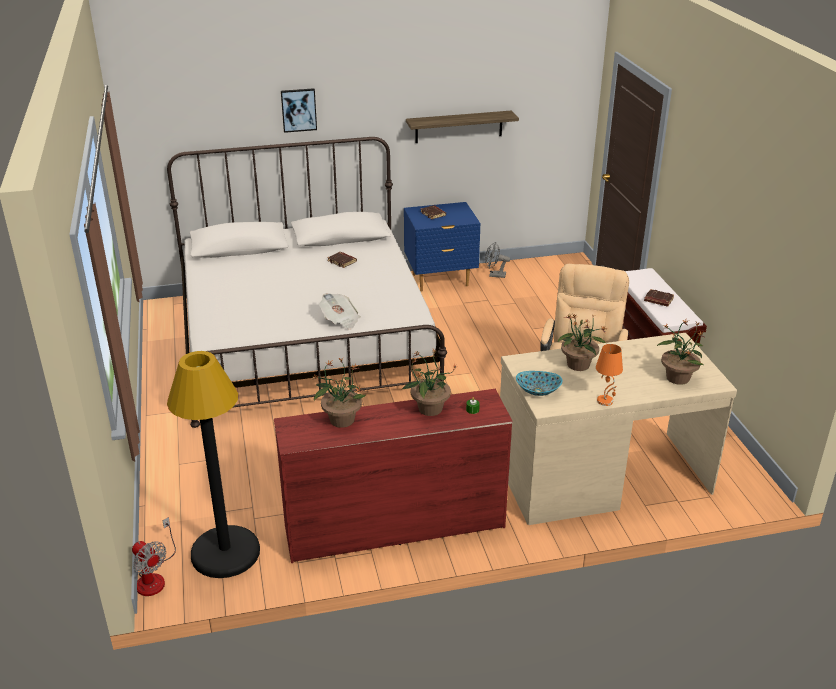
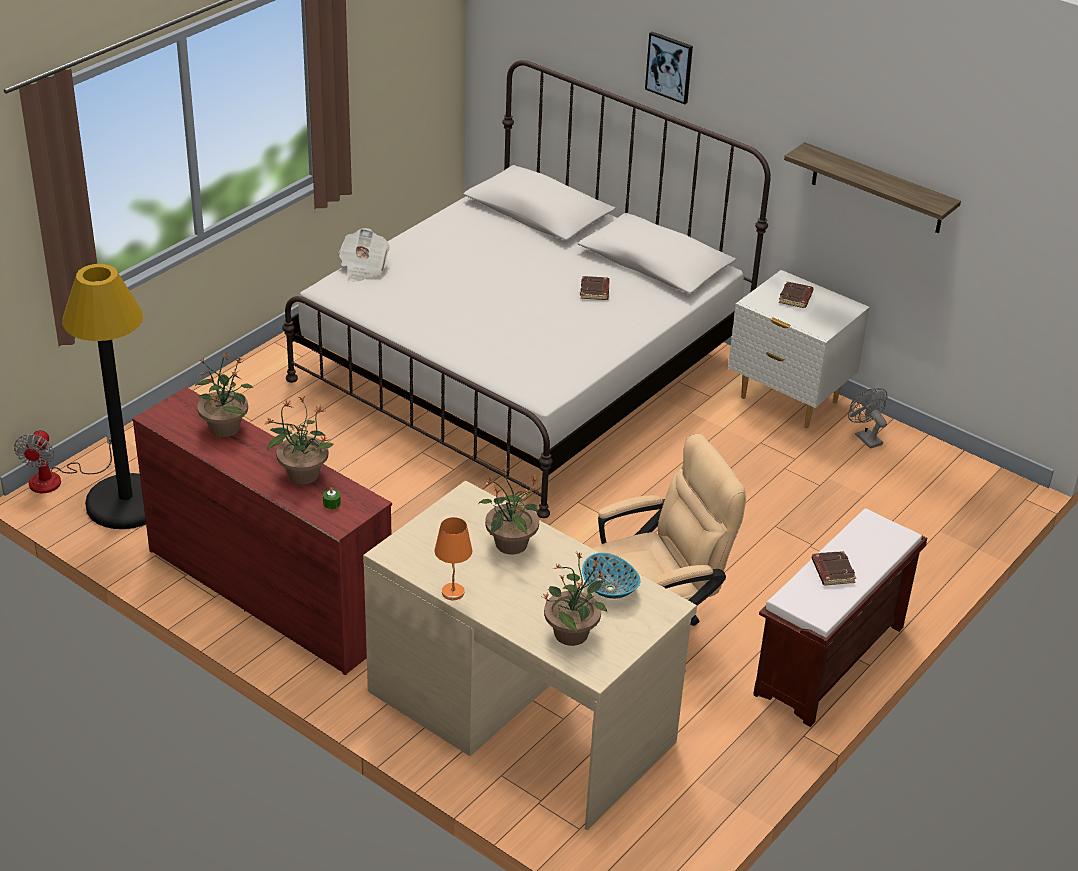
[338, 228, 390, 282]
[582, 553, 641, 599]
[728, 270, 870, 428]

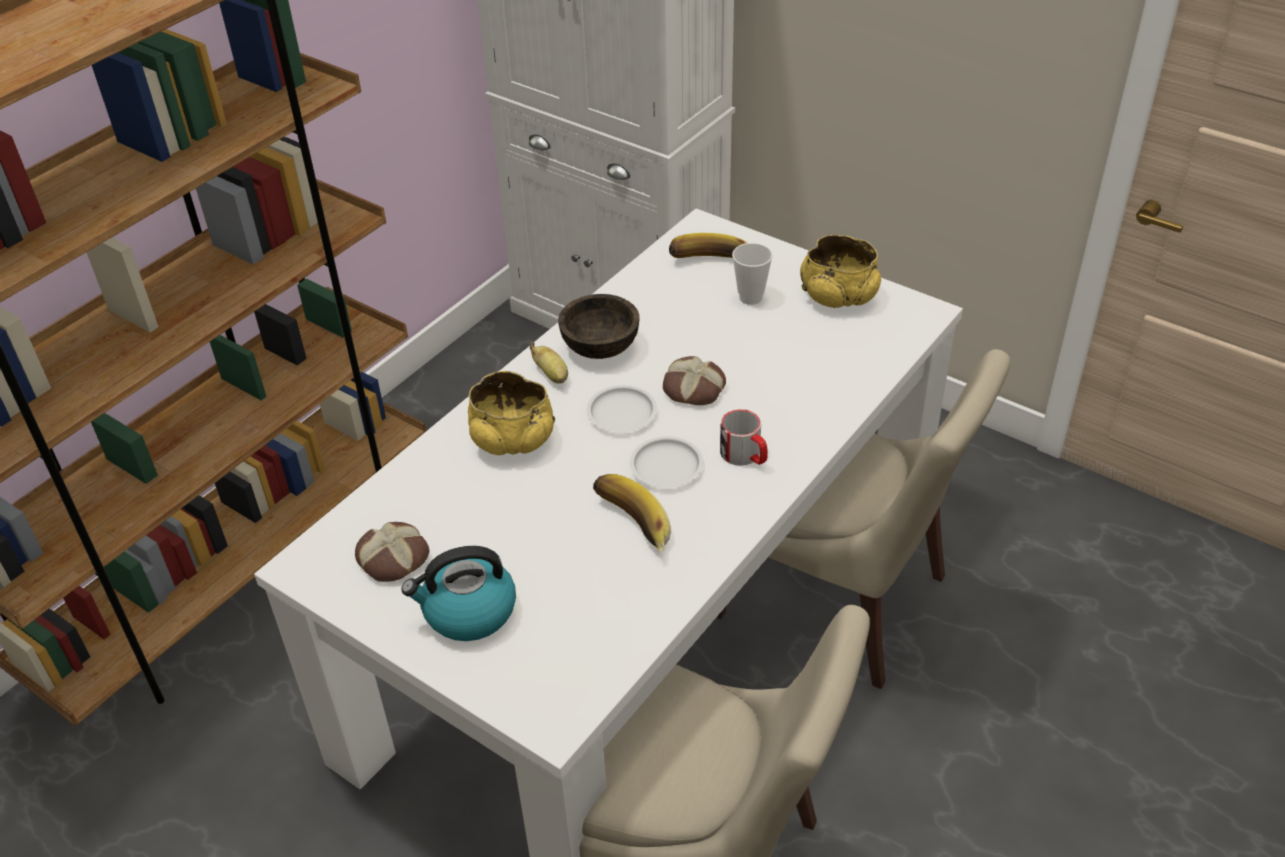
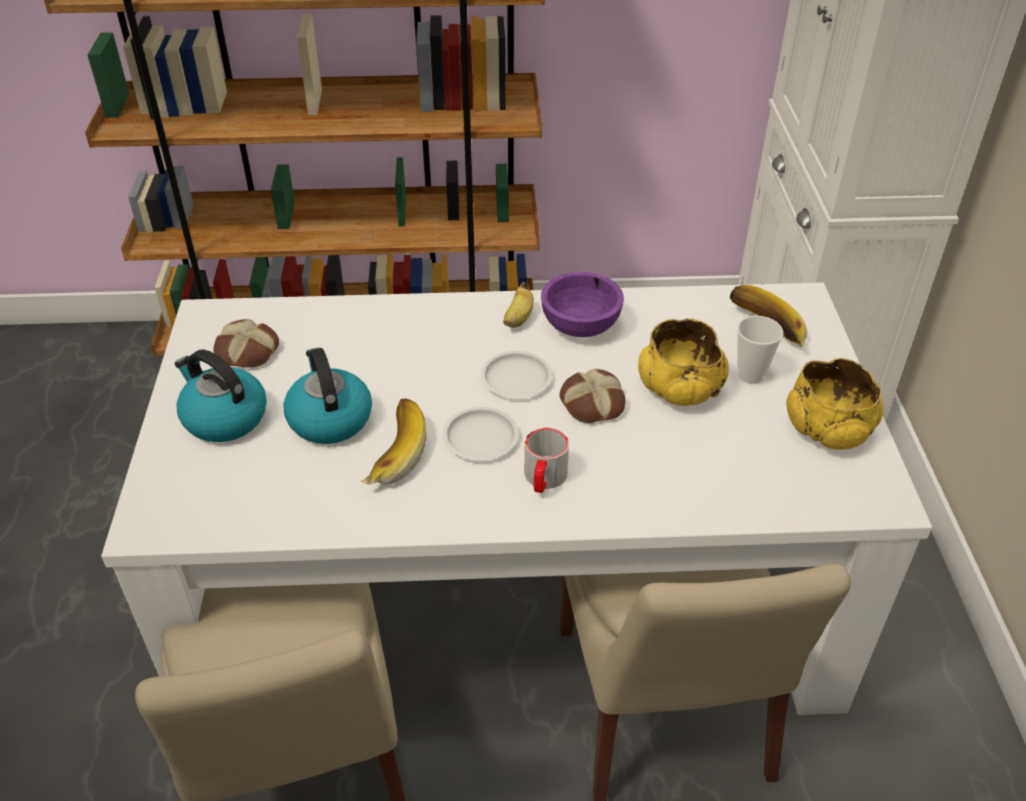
[283, 348, 372, 444]
[541, 272, 624, 337]
[638, 318, 729, 406]

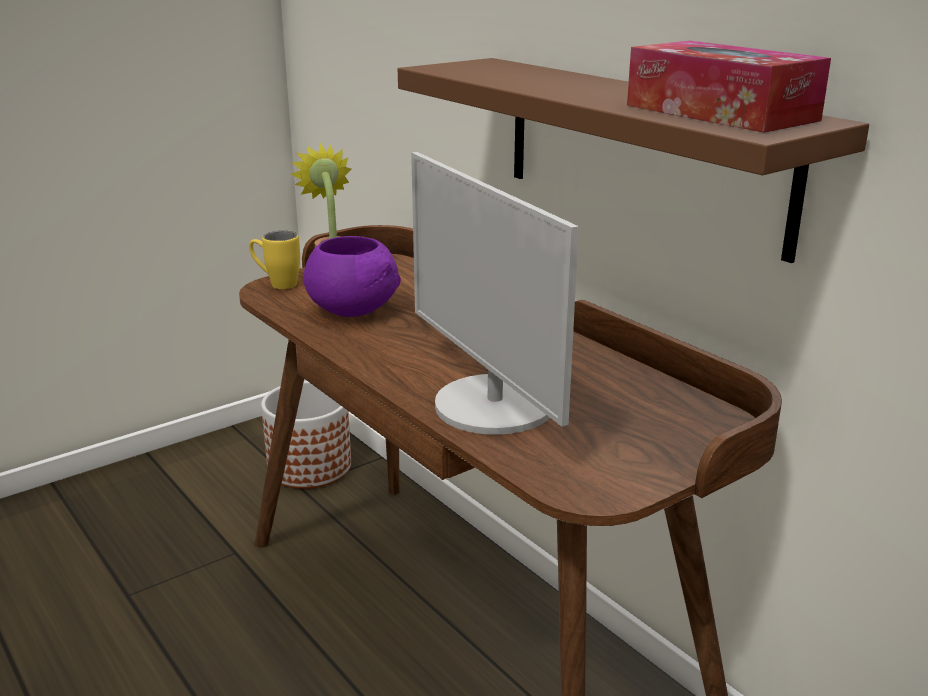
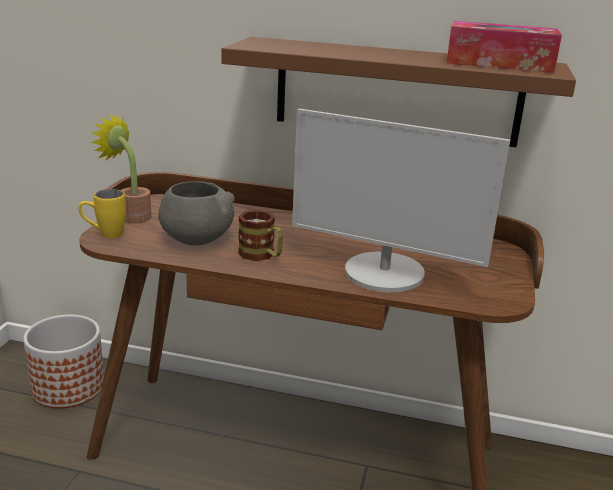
[158, 181, 234, 245]
[238, 210, 283, 261]

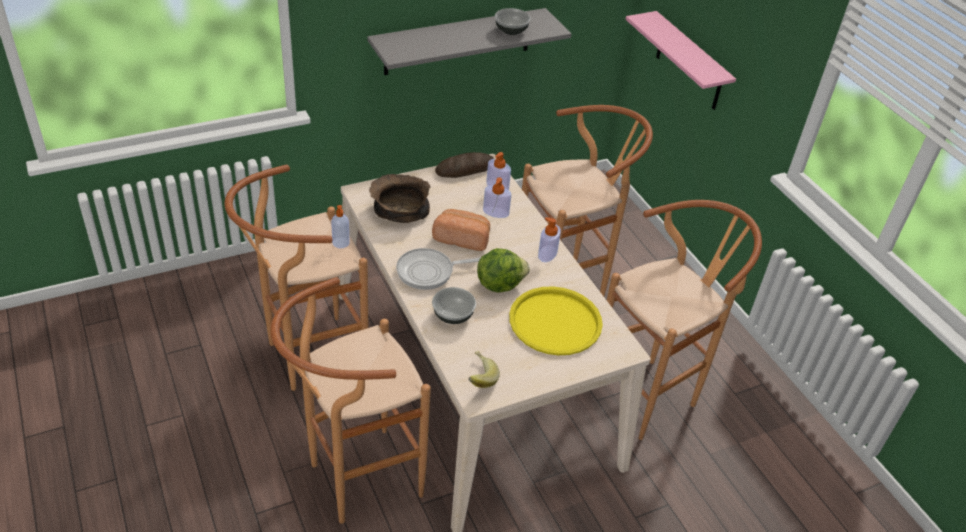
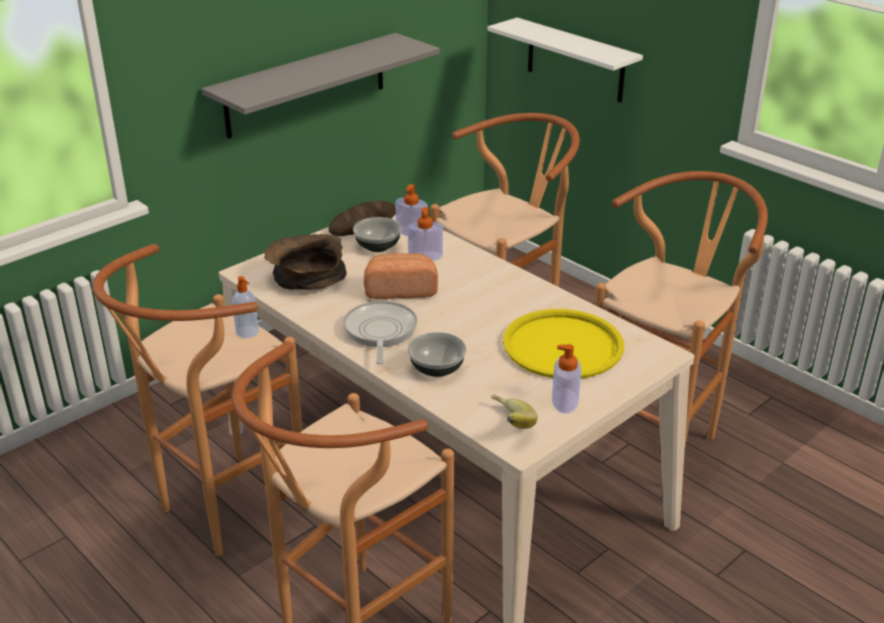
[343, 301, 417, 364]
[353, 217, 402, 252]
[488, 17, 643, 103]
[552, 344, 582, 414]
[477, 248, 530, 293] (first image)

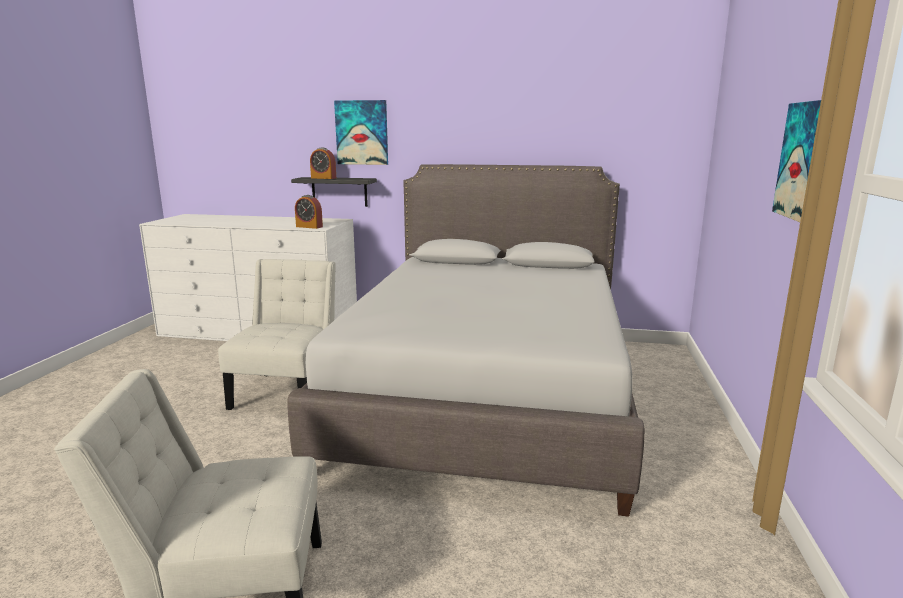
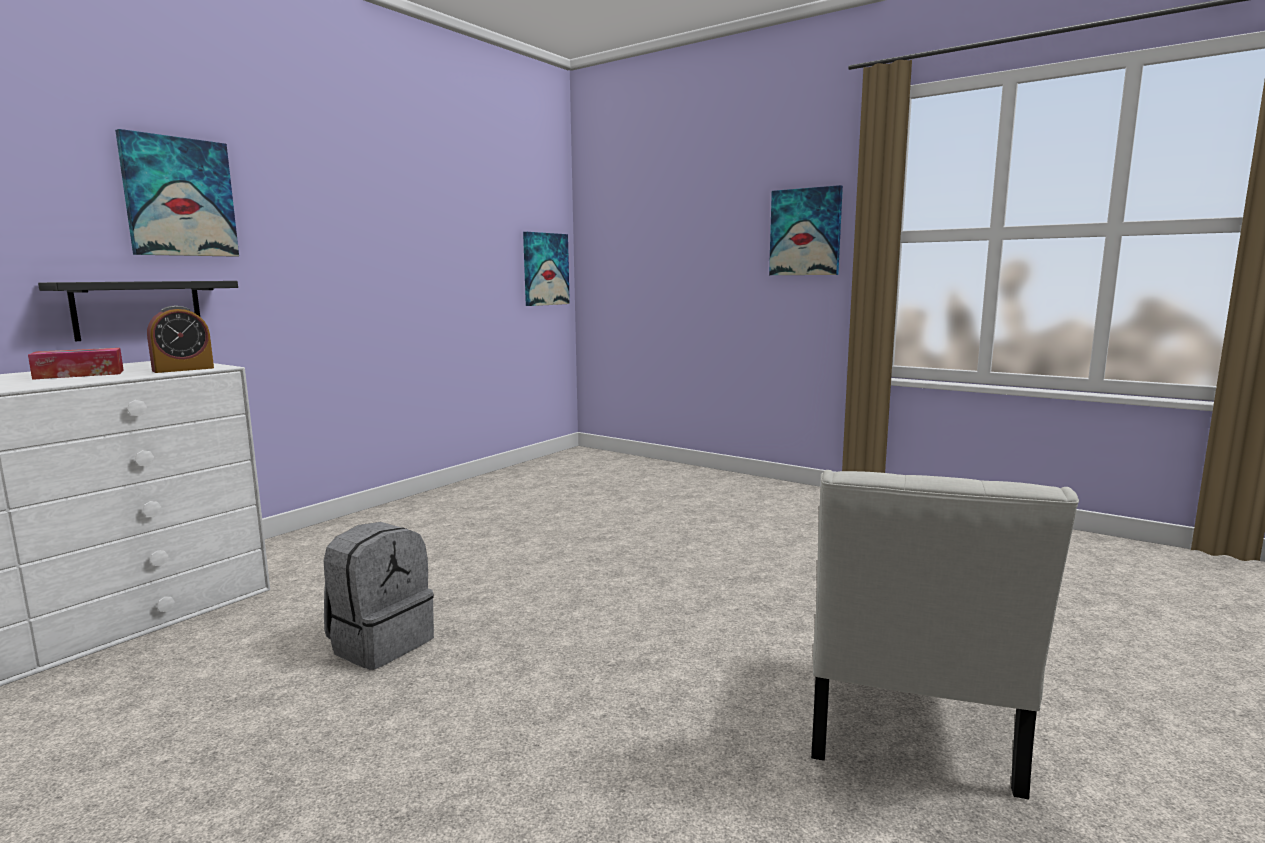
[28, 348, 124, 380]
[324, 522, 434, 670]
[523, 232, 570, 306]
[288, 164, 645, 517] (first image)
[310, 148, 336, 179] (first image)

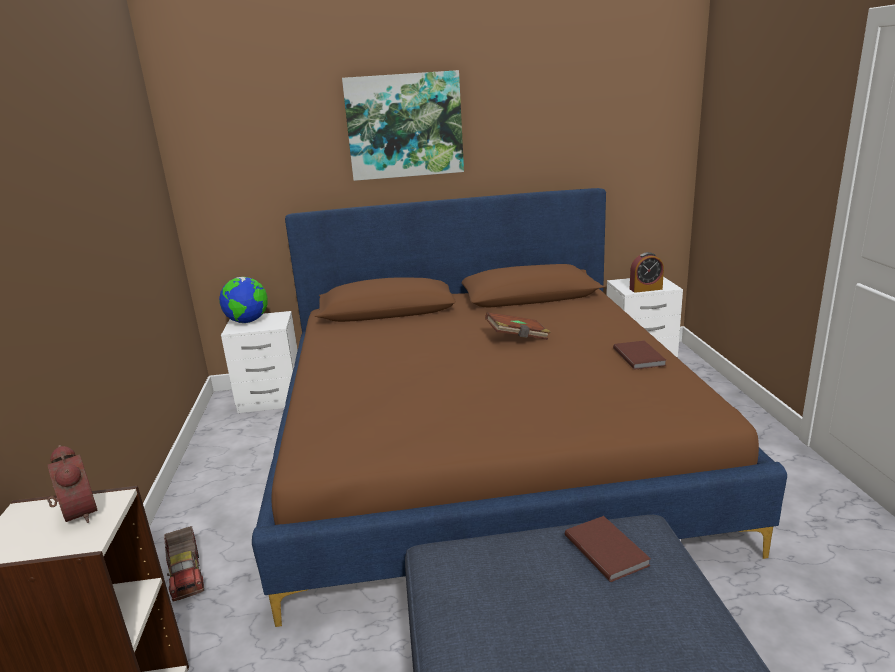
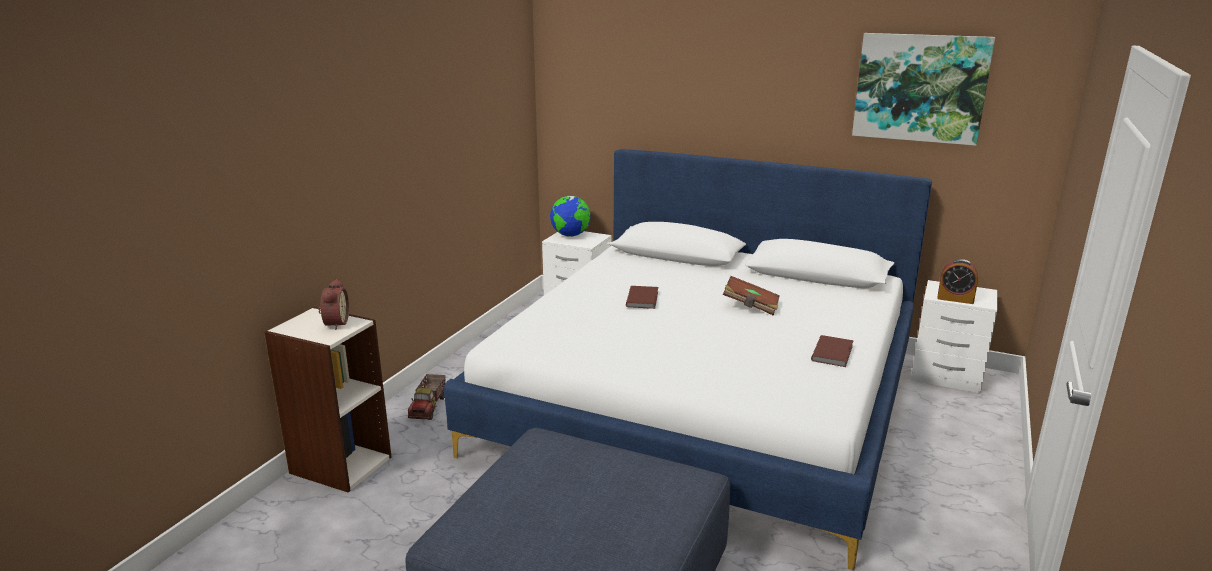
[444, 149, 932, 570]
[626, 286, 658, 309]
[852, 33, 995, 146]

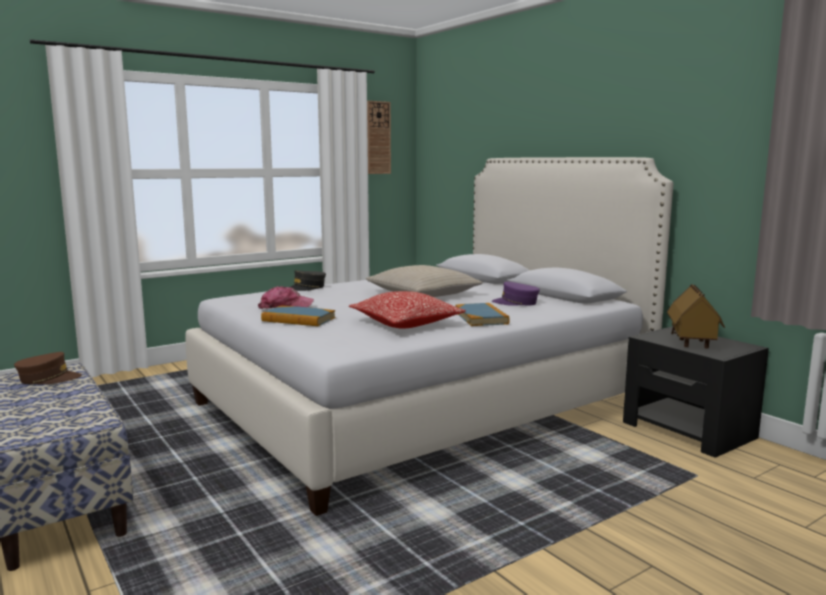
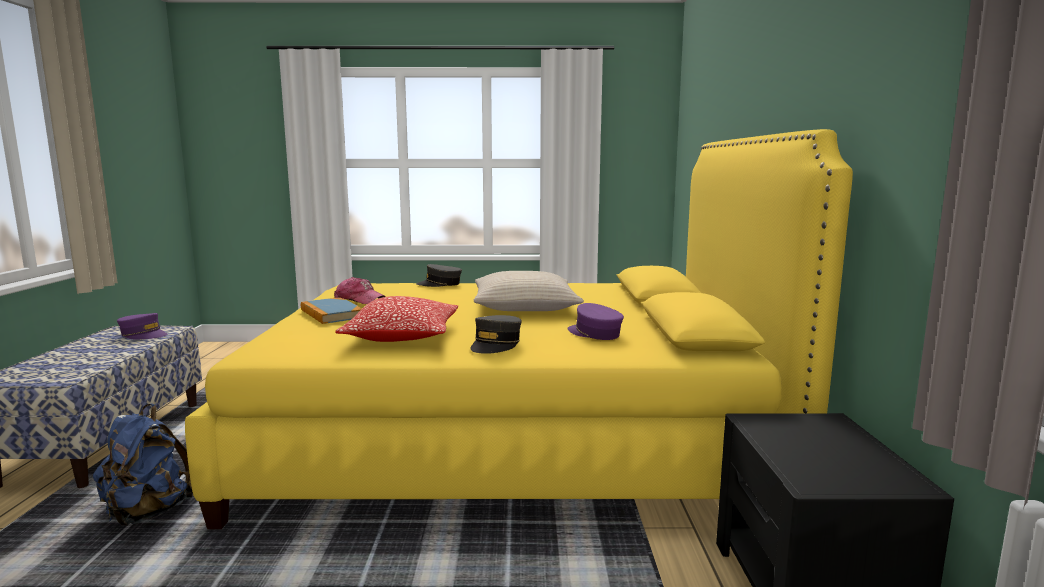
[93, 404, 193, 526]
[117, 313, 167, 339]
[185, 129, 853, 529]
[470, 315, 522, 354]
[367, 101, 391, 174] (first image)
[667, 285, 725, 349] (first image)

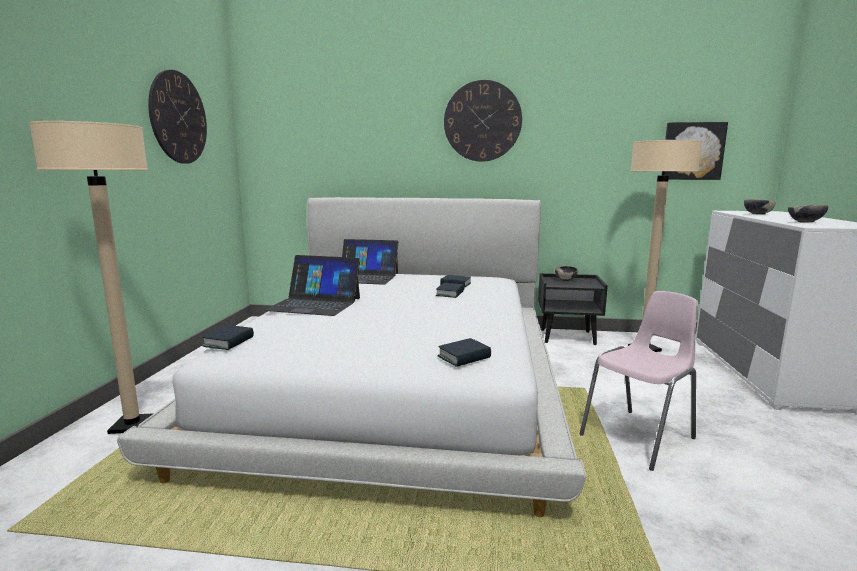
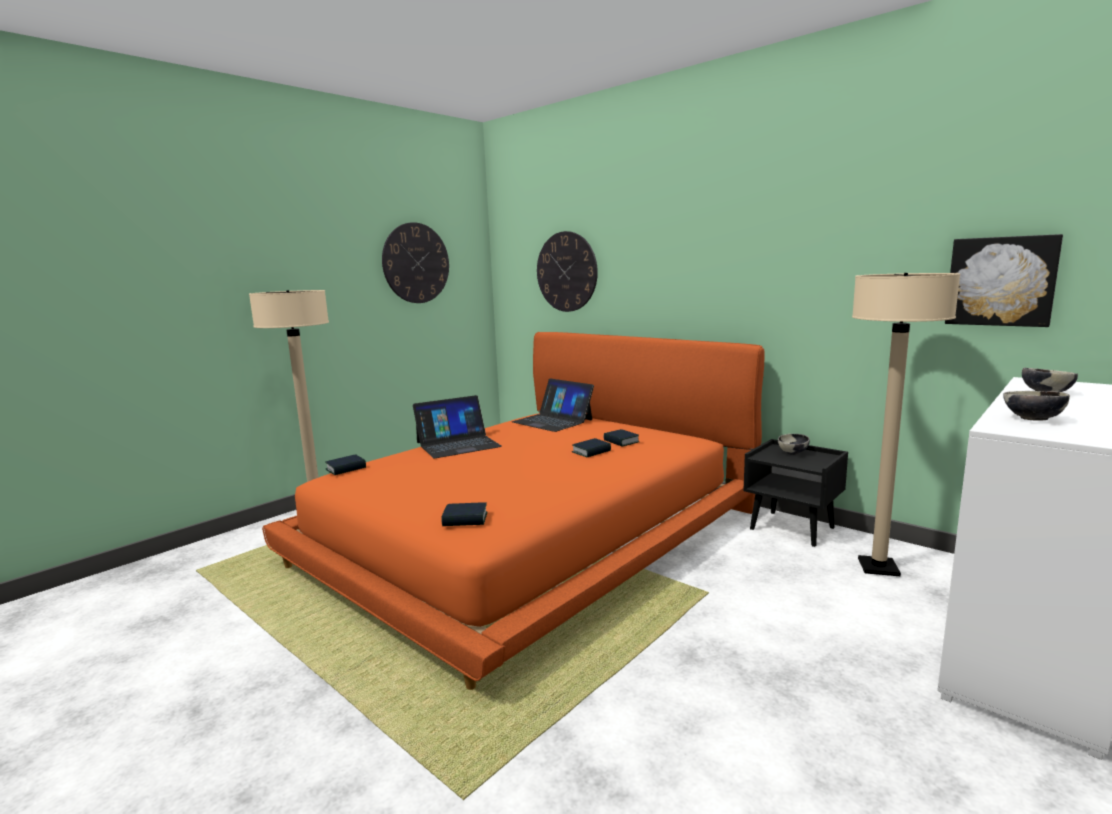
[262, 332, 765, 690]
[413, 395, 502, 458]
[537, 231, 598, 312]
[579, 291, 698, 471] (first image)

